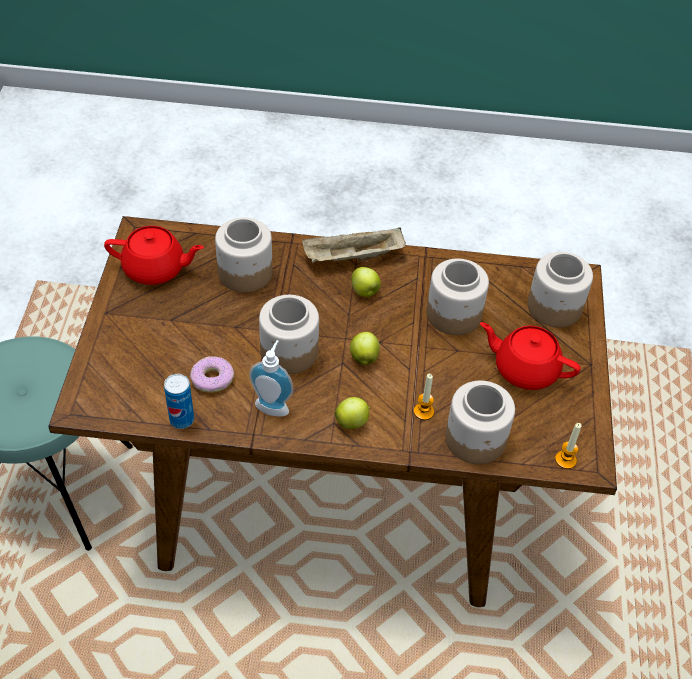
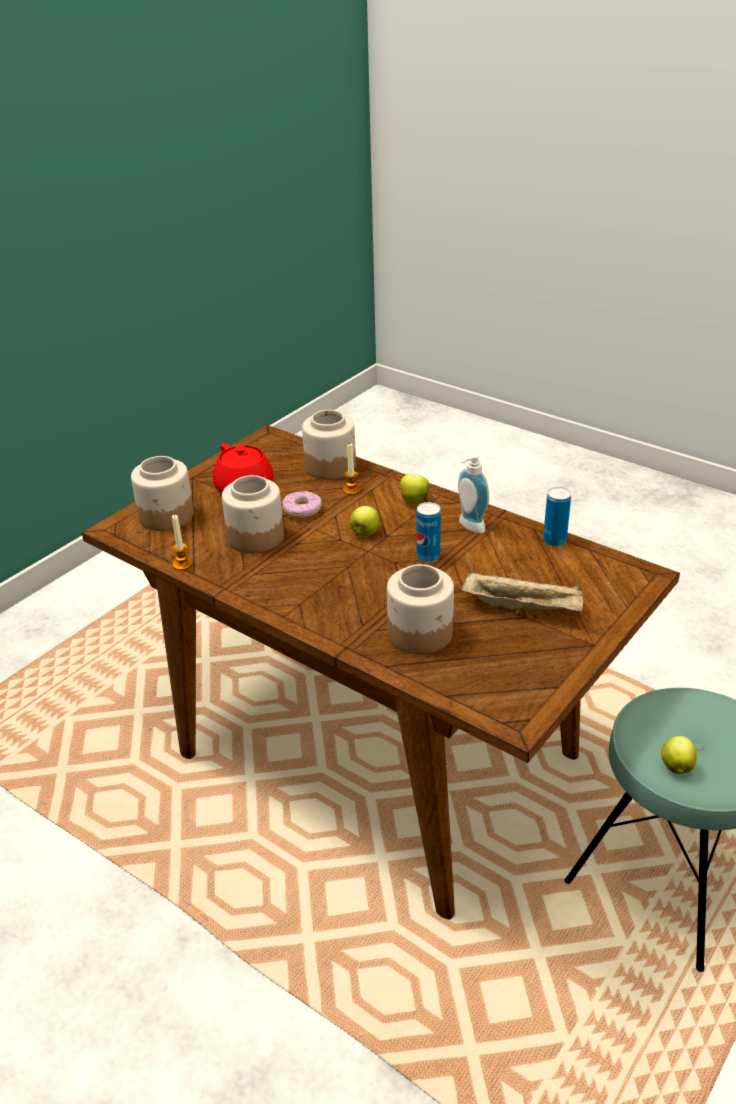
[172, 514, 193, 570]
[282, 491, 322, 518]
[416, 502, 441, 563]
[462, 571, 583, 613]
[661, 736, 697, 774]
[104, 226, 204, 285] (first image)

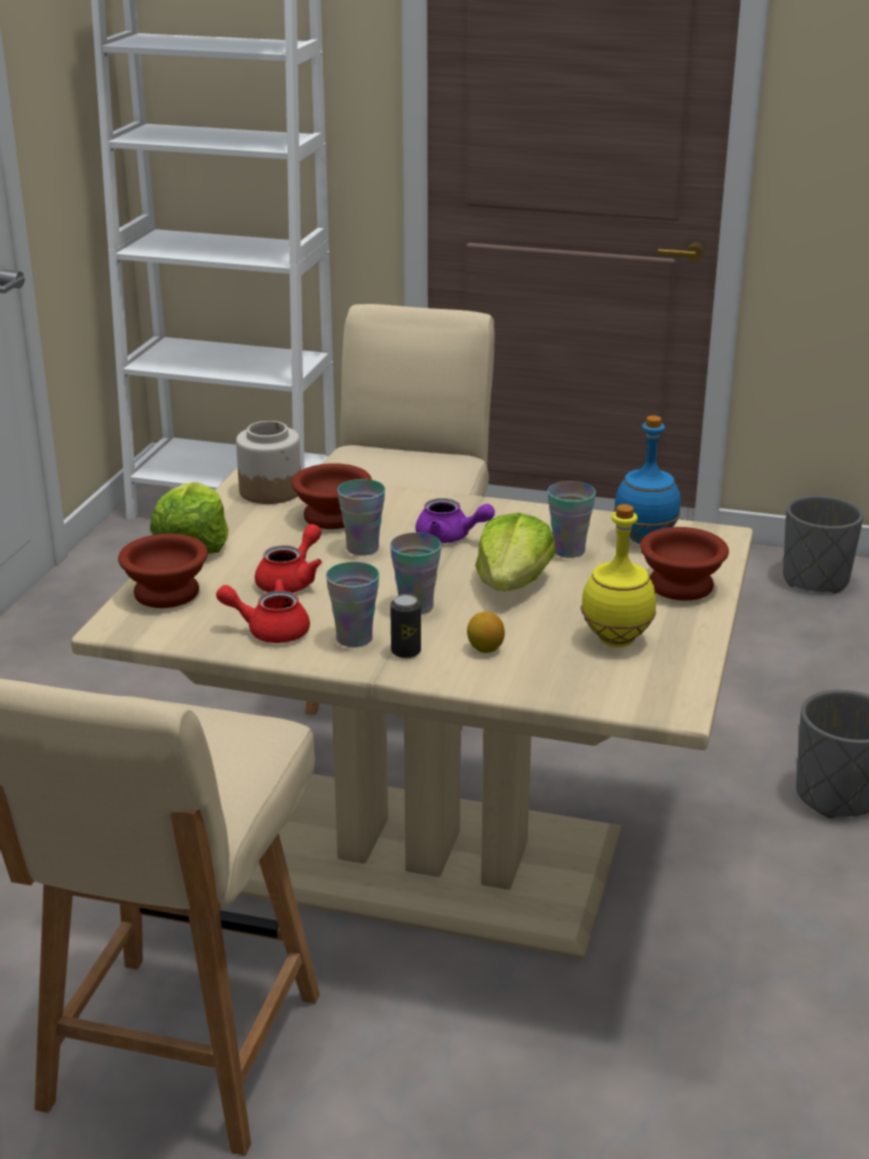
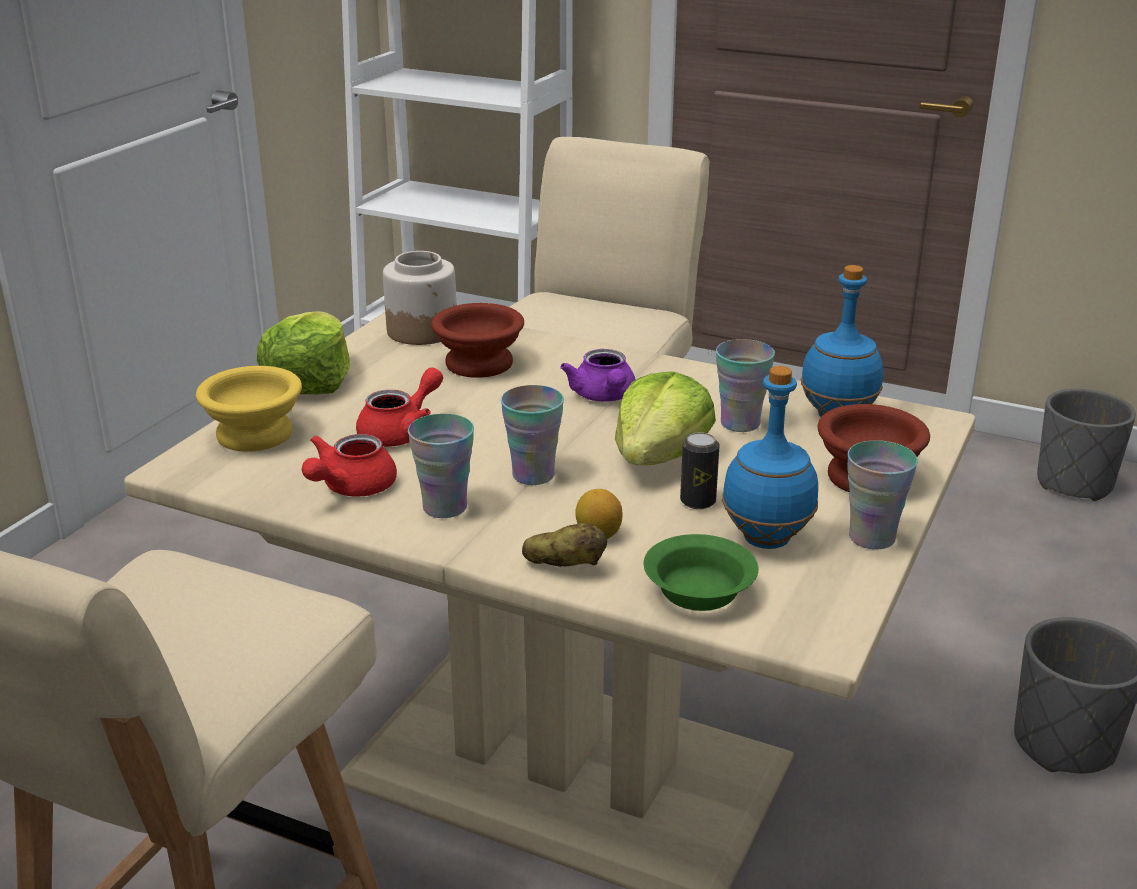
[196, 366, 302, 452]
[302, 434, 397, 497]
[522, 523, 607, 567]
[560, 349, 636, 402]
[643, 534, 758, 611]
[680, 432, 719, 509]
[722, 366, 818, 549]
[847, 440, 918, 550]

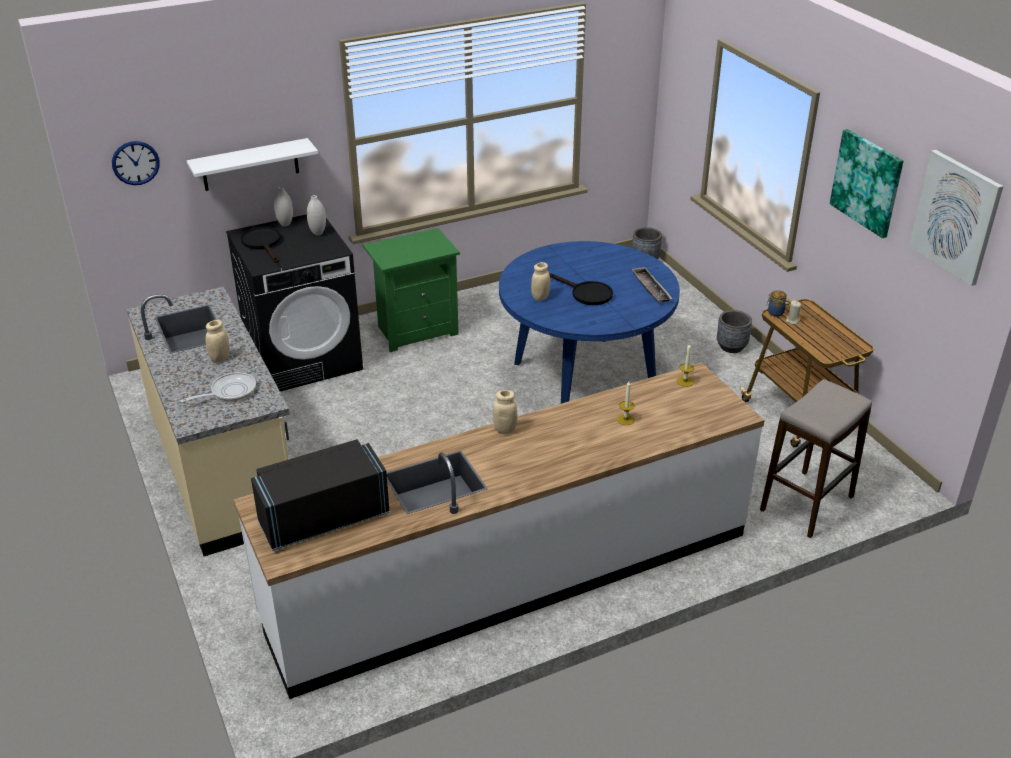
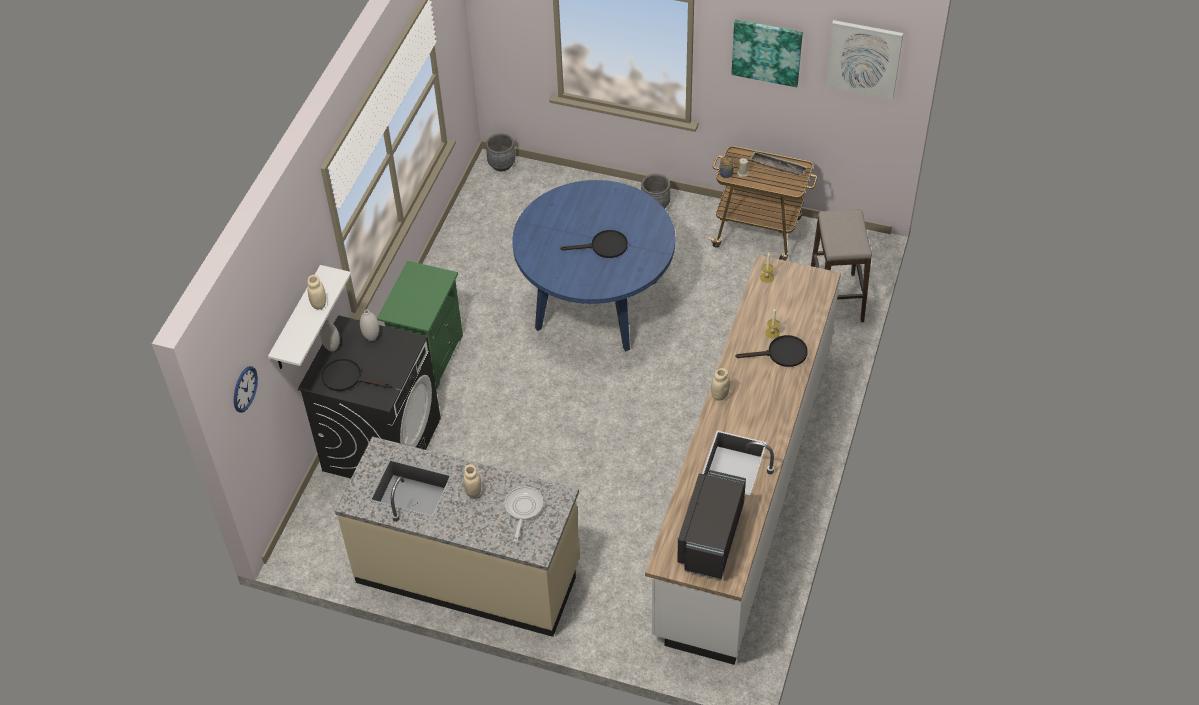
[307, 275, 326, 310]
[735, 335, 808, 367]
[750, 151, 807, 175]

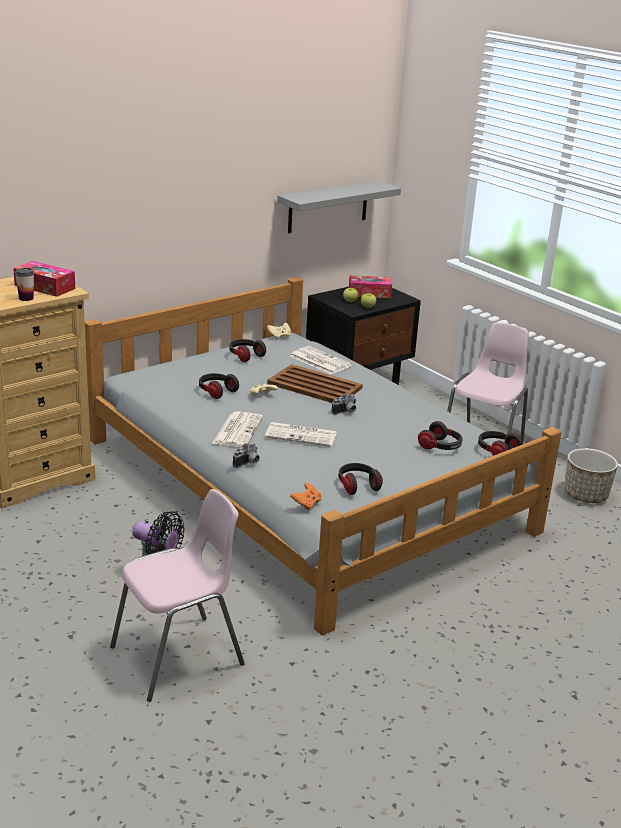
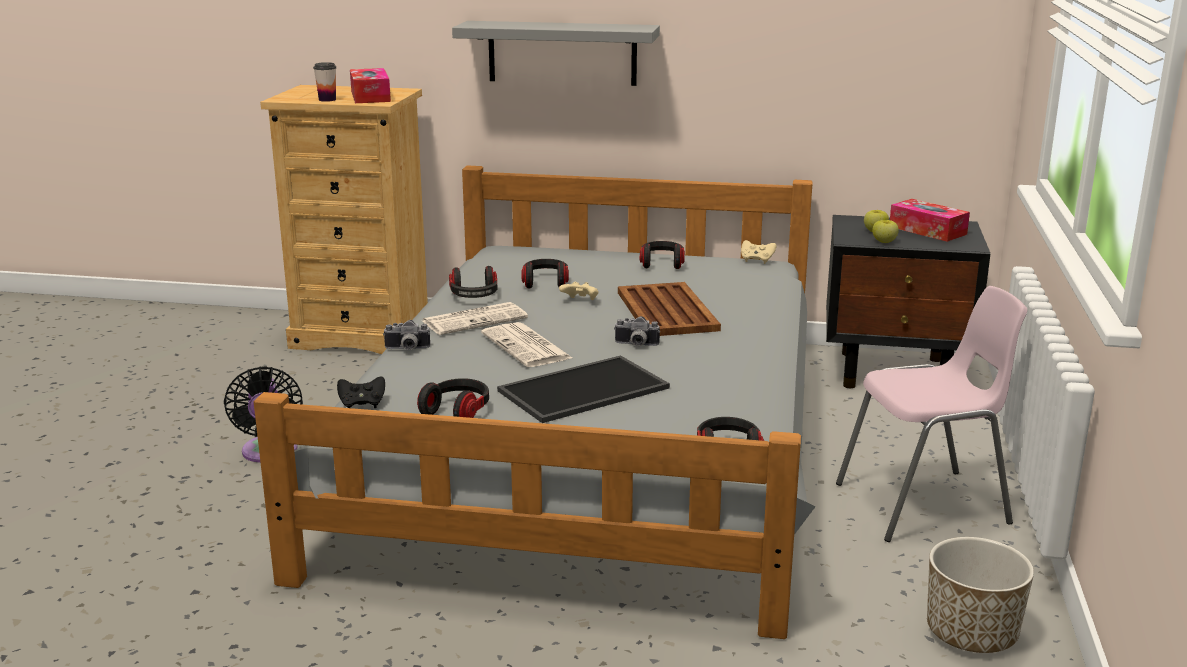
[337, 377, 385, 408]
[449, 266, 497, 298]
[452, 21, 660, 86]
[497, 355, 670, 423]
[110, 489, 245, 702] (first image)
[290, 346, 352, 374] (first image)

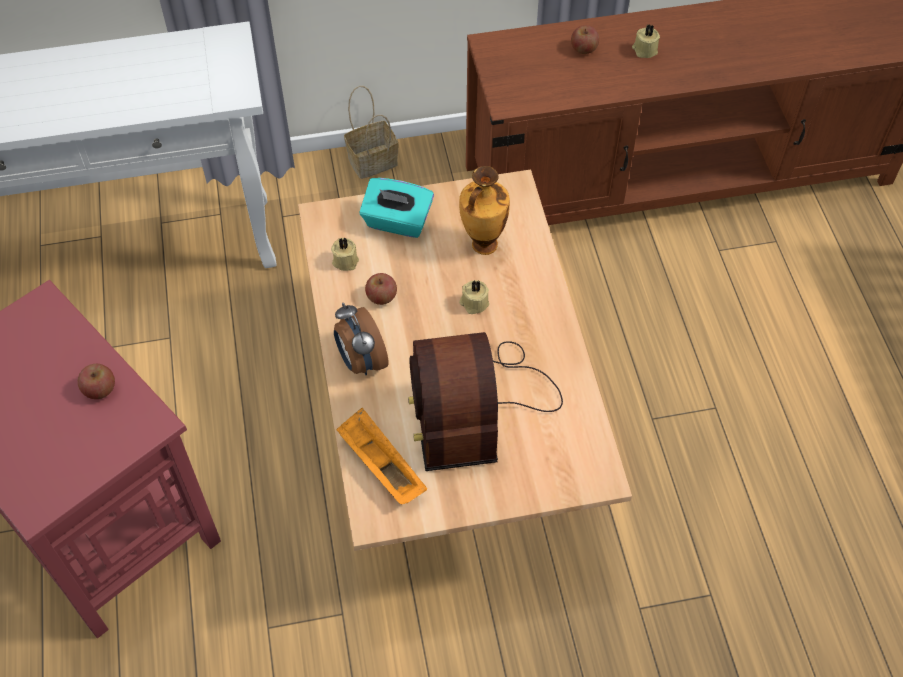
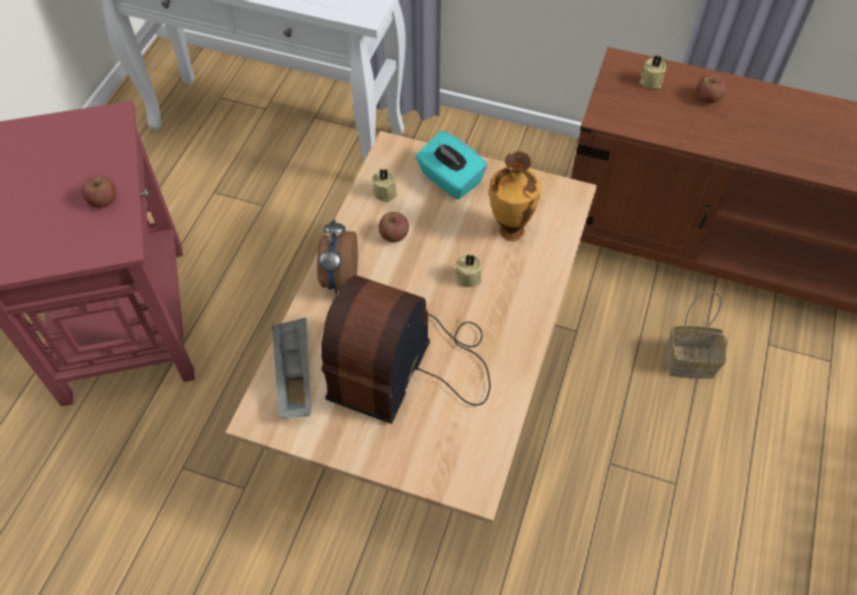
[271, 318, 311, 418]
[640, 55, 666, 89]
[666, 291, 727, 379]

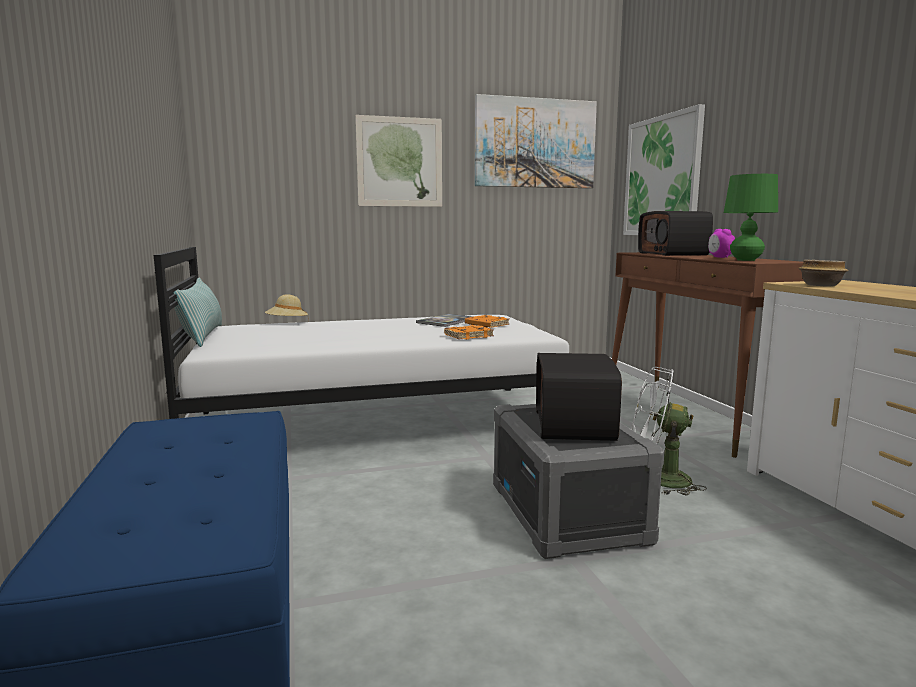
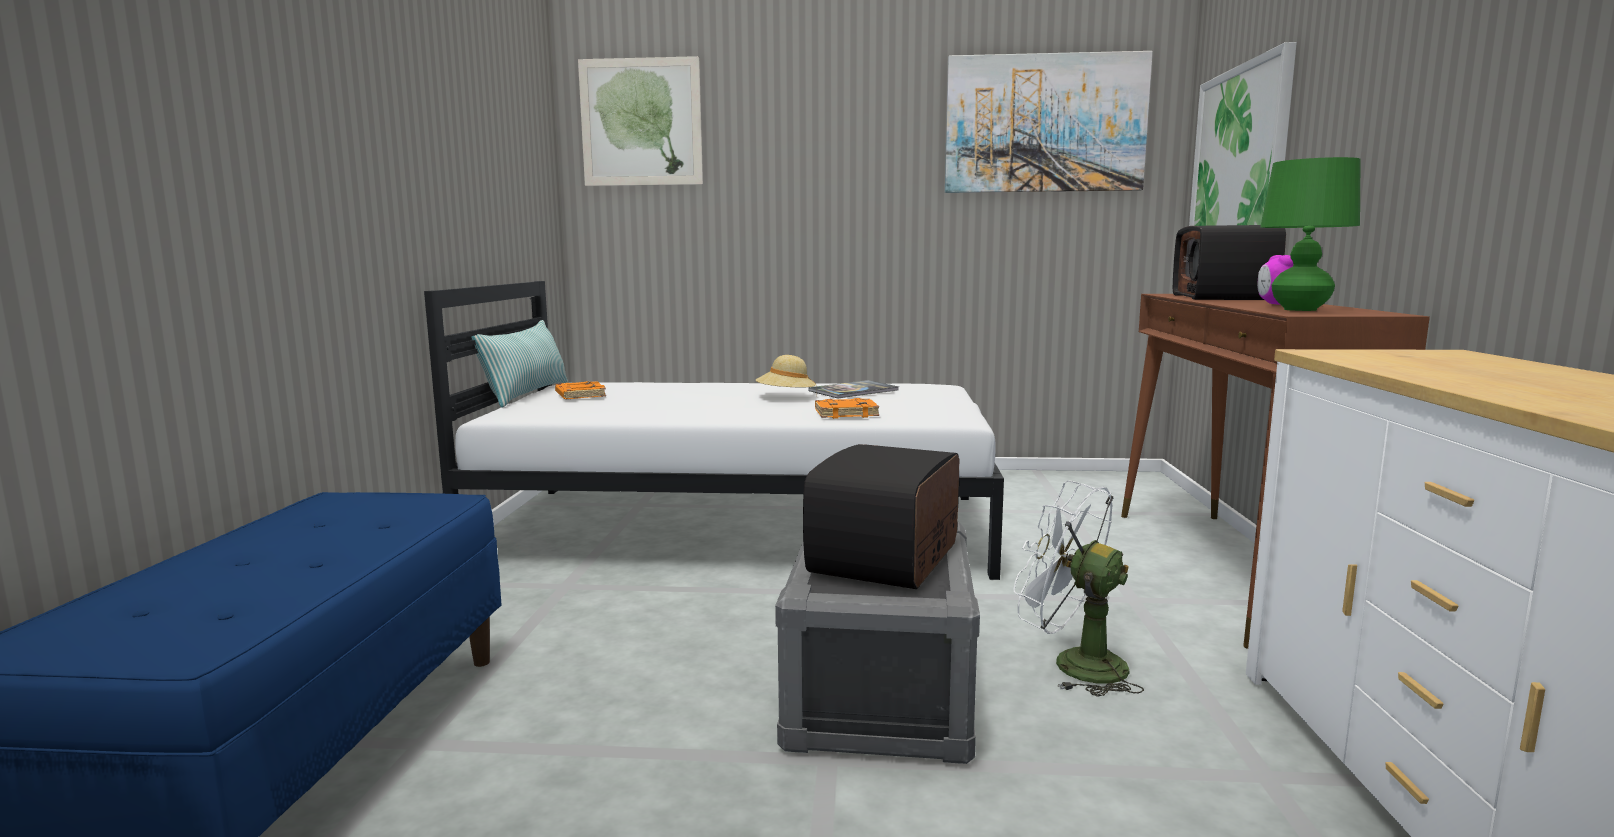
[555, 381, 606, 399]
[578, 56, 703, 186]
[756, 355, 817, 391]
[799, 260, 849, 287] (first image)

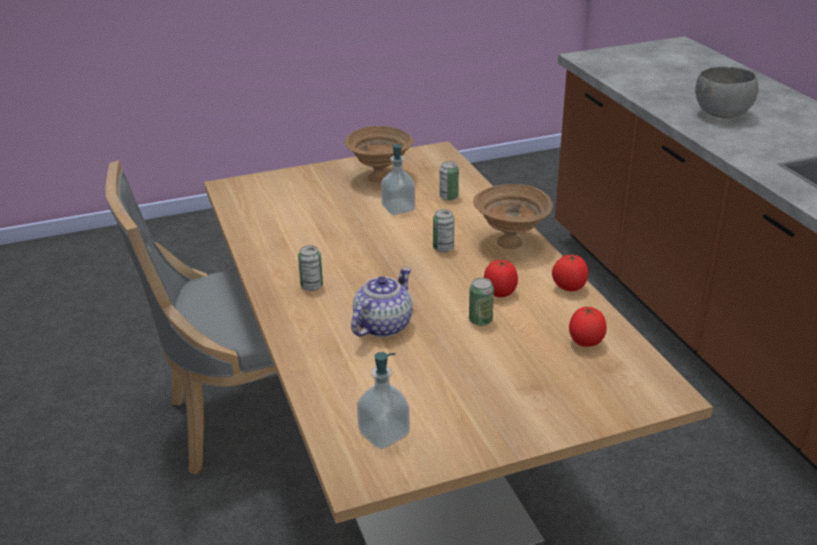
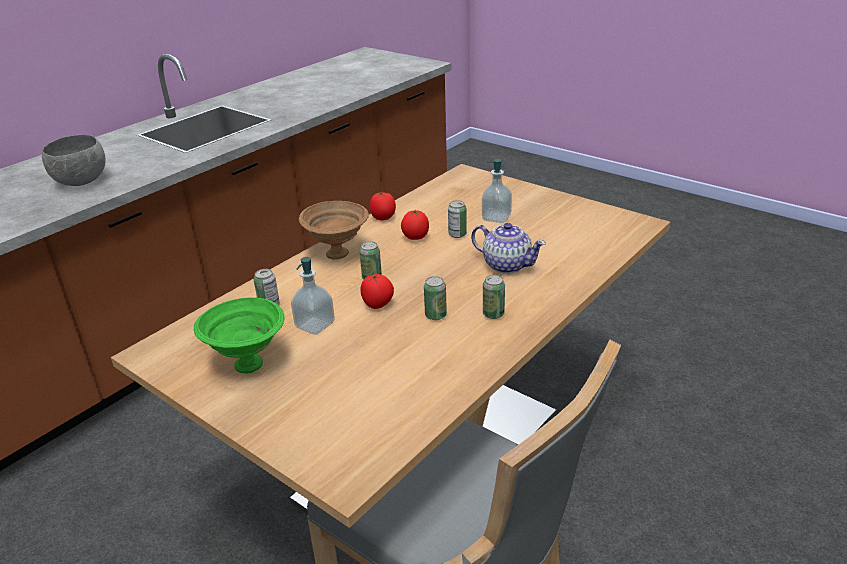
[194, 297, 285, 373]
[360, 274, 394, 309]
[424, 276, 447, 320]
[471, 223, 546, 274]
[482, 159, 512, 223]

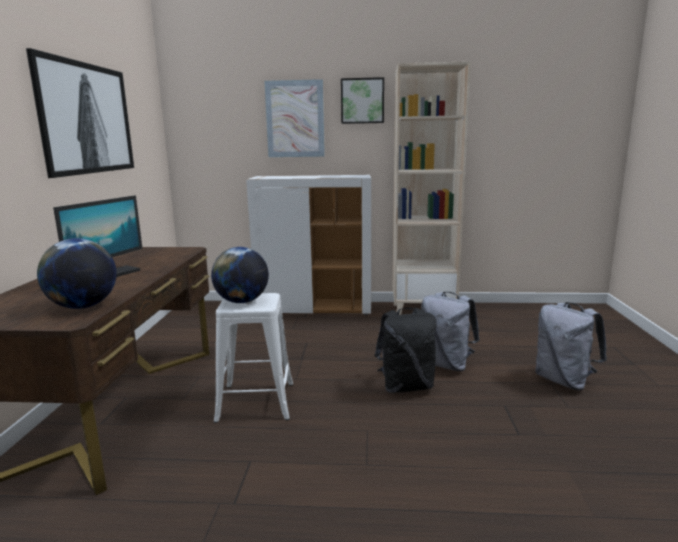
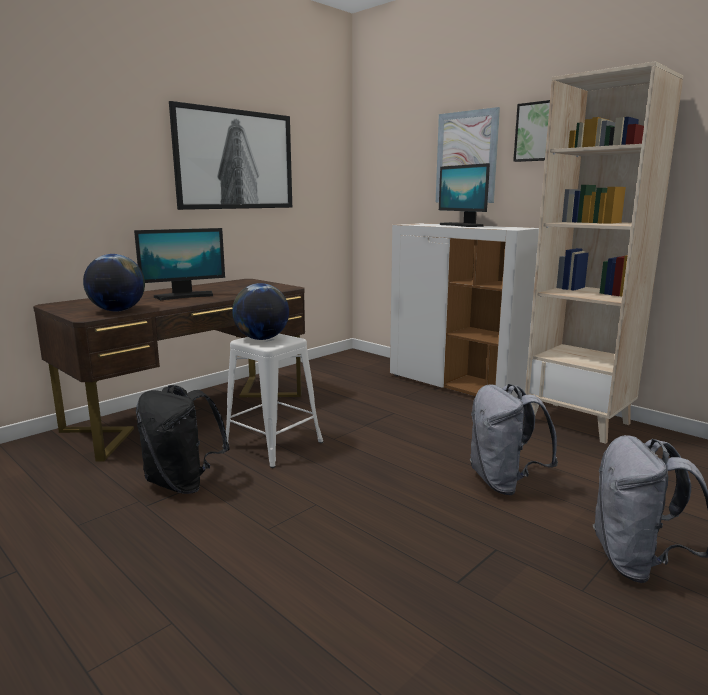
[136, 385, 230, 494]
[439, 163, 490, 227]

